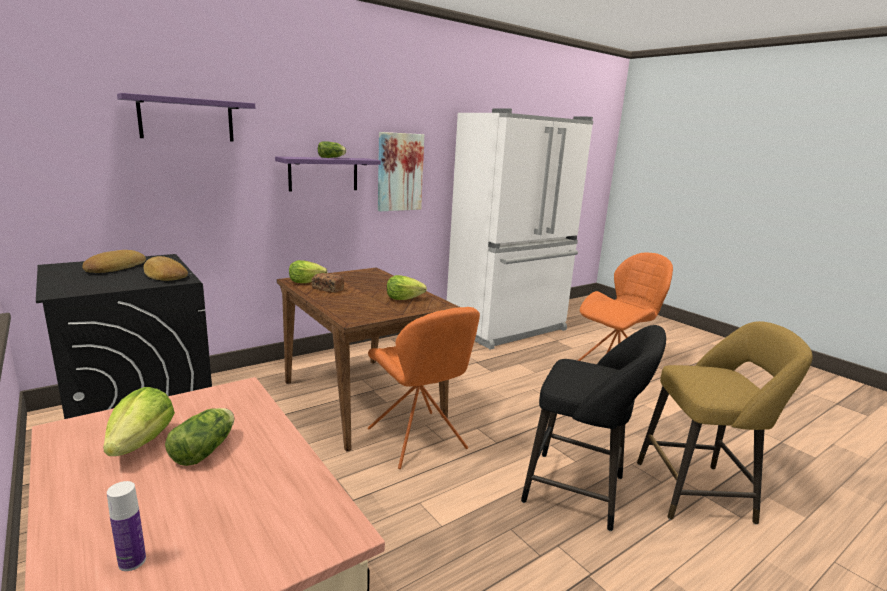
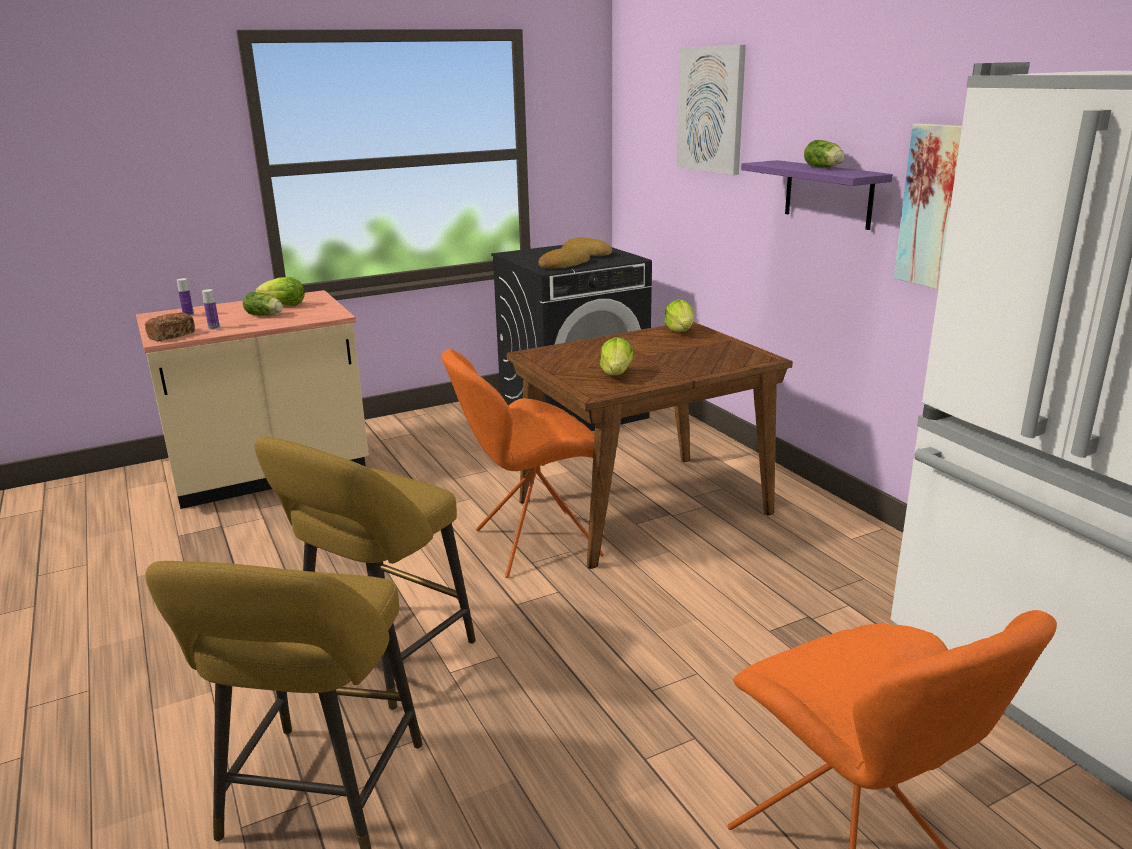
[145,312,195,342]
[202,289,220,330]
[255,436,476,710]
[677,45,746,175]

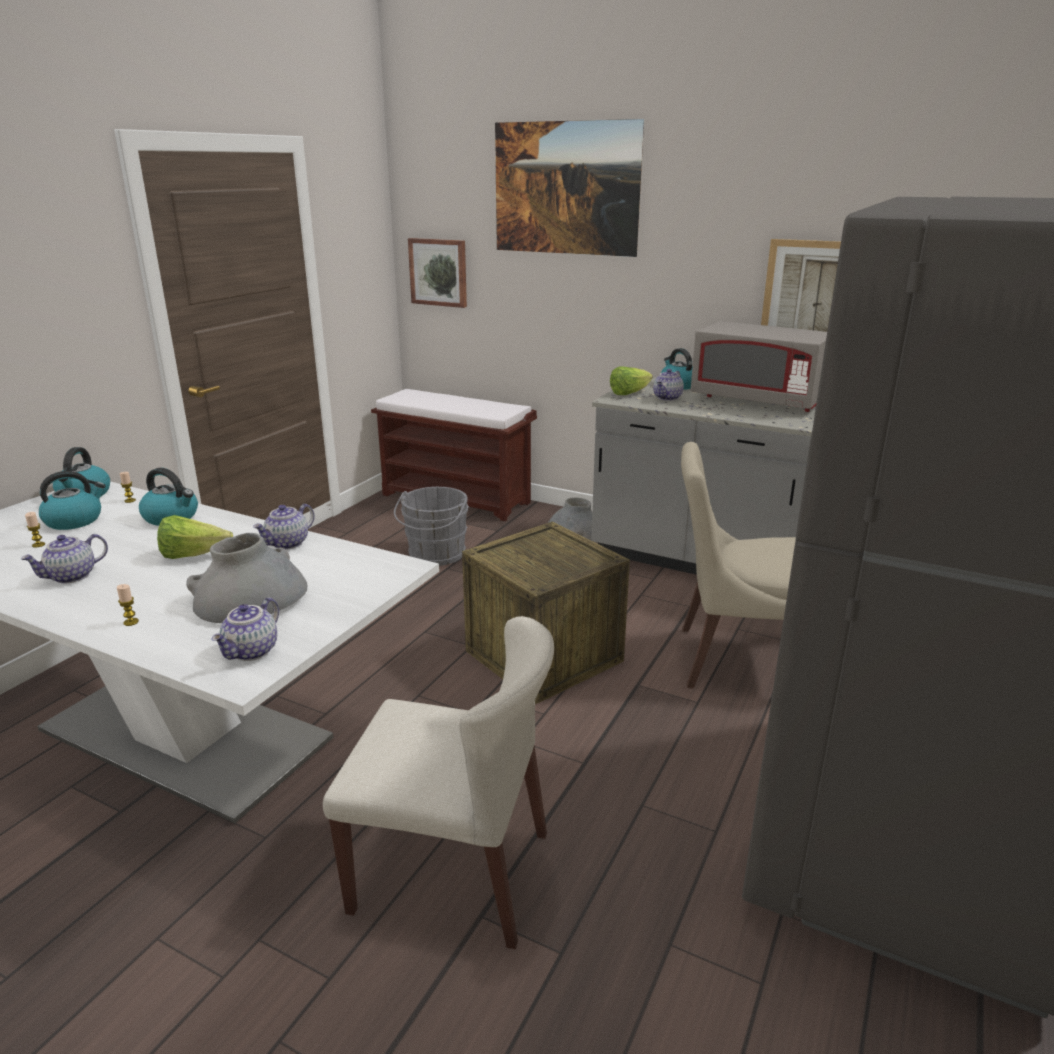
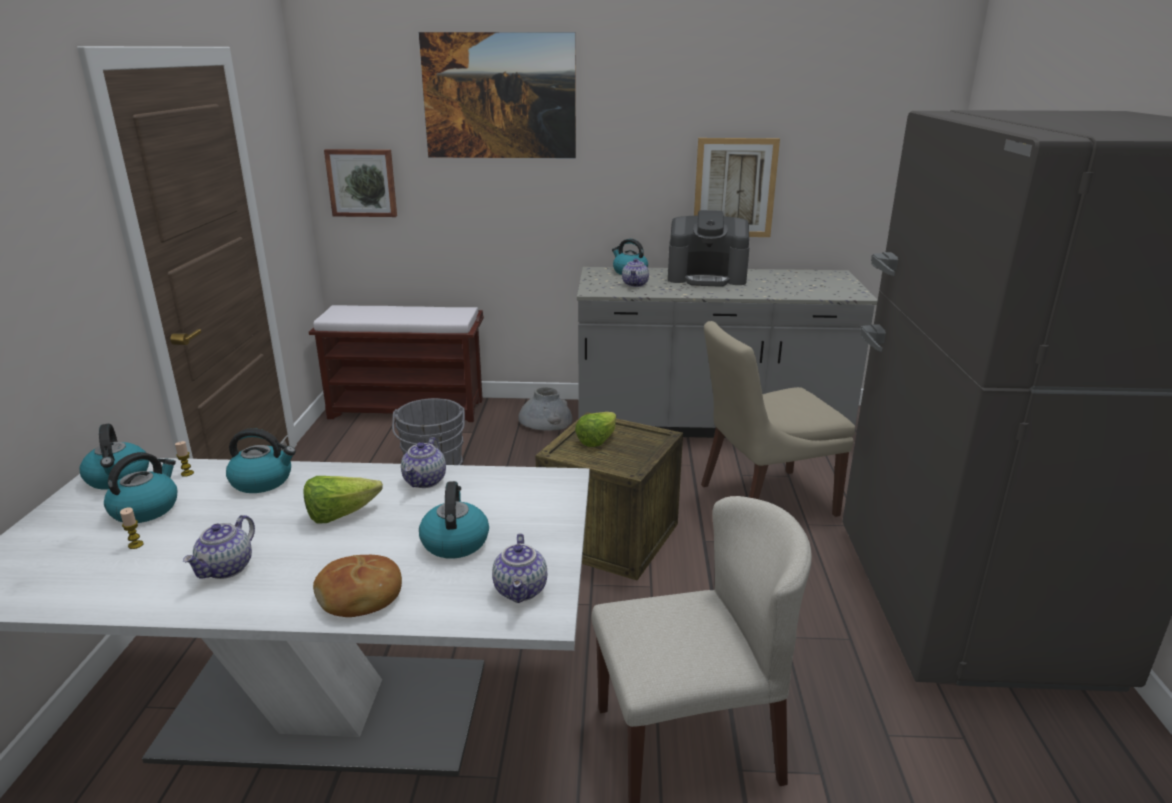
[313,555,402,617]
[419,481,489,559]
[575,412,616,447]
[668,210,749,287]

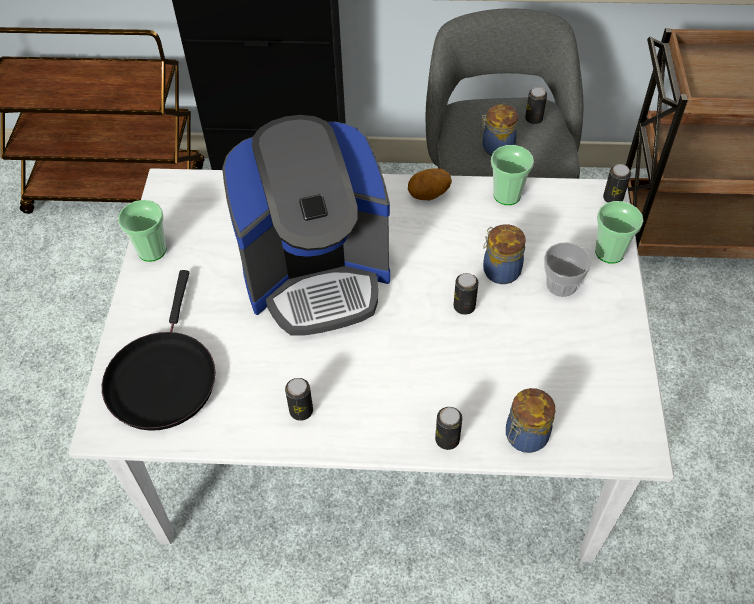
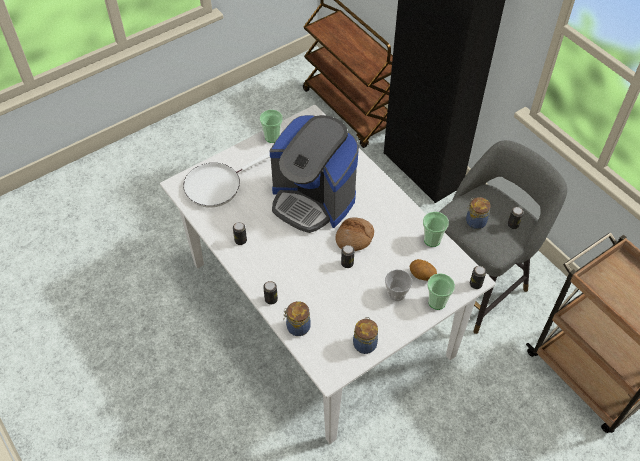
[183,153,270,208]
[335,218,374,251]
[353,317,378,354]
[410,259,437,281]

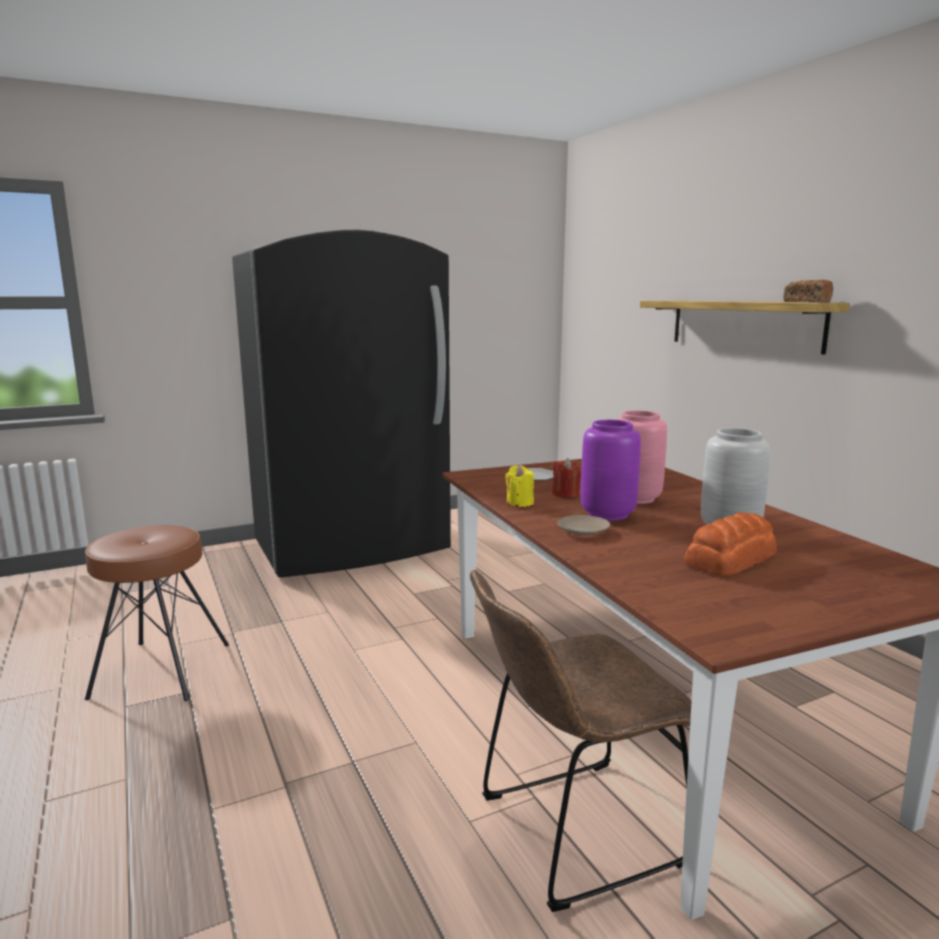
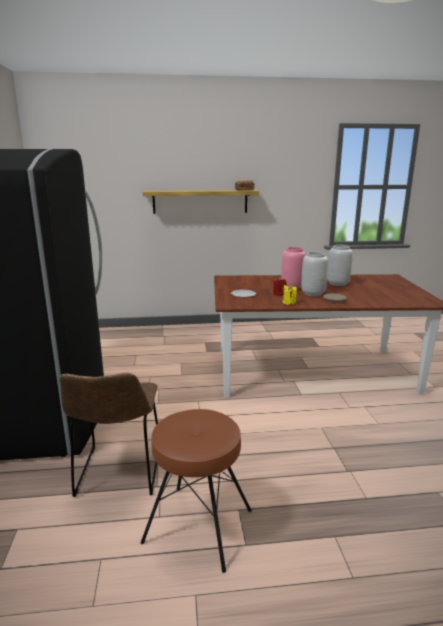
[60,373,158,497]
[301,252,328,296]
[684,512,777,576] (first image)

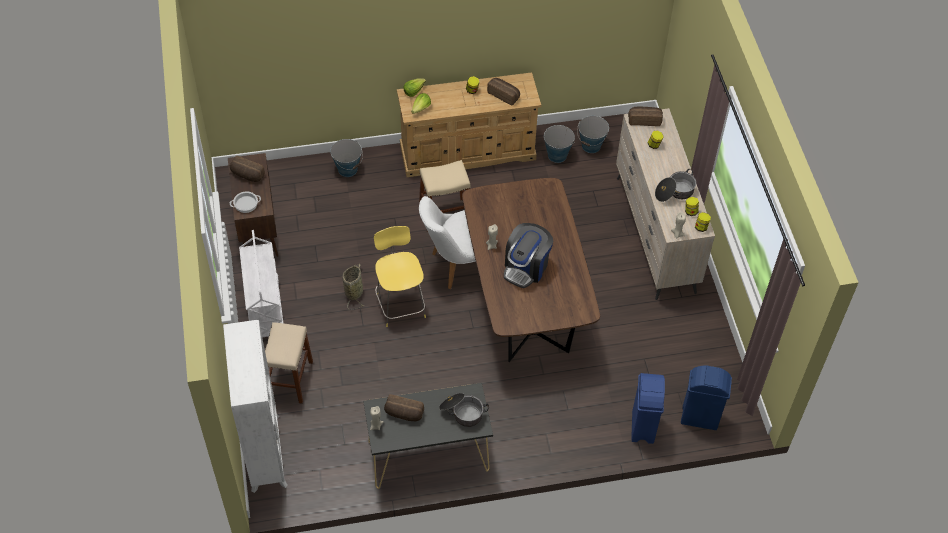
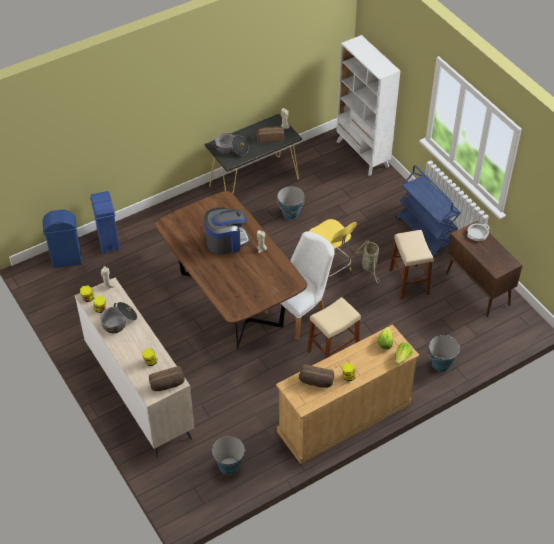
[204,207,250,255]
[277,186,305,220]
[389,230,434,300]
[396,165,461,257]
[230,156,265,182] (first image)

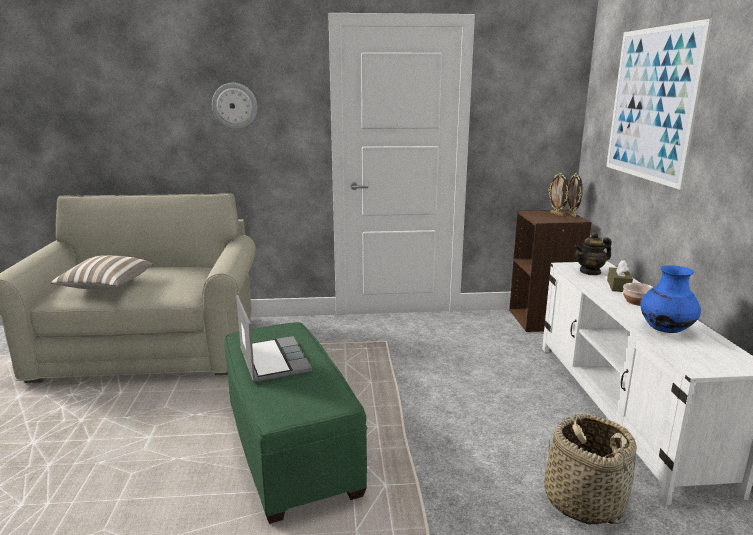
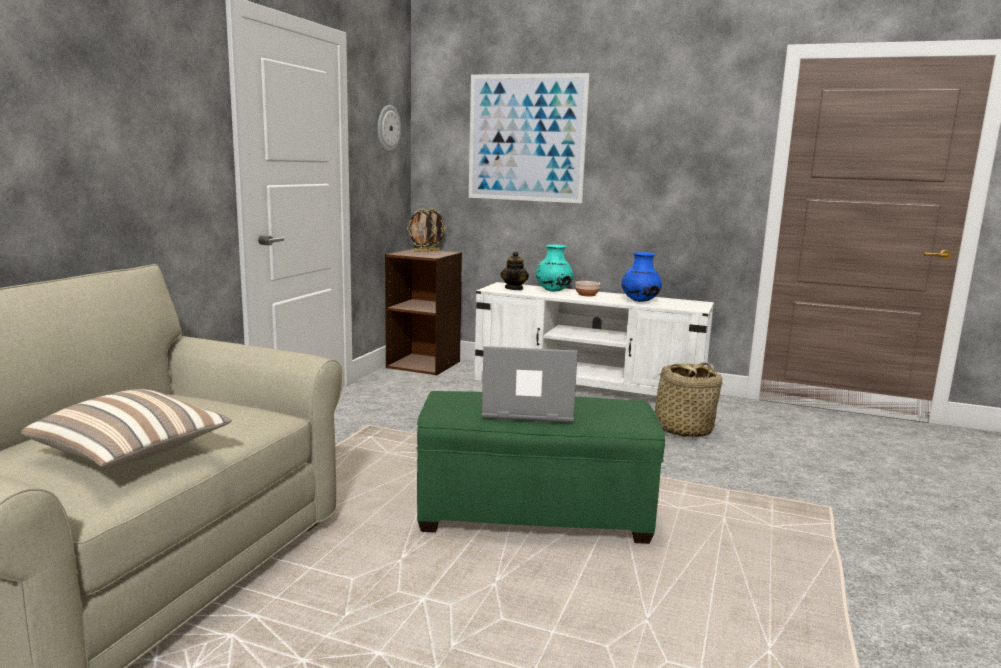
[378,105,401,152]
[536,245,573,292]

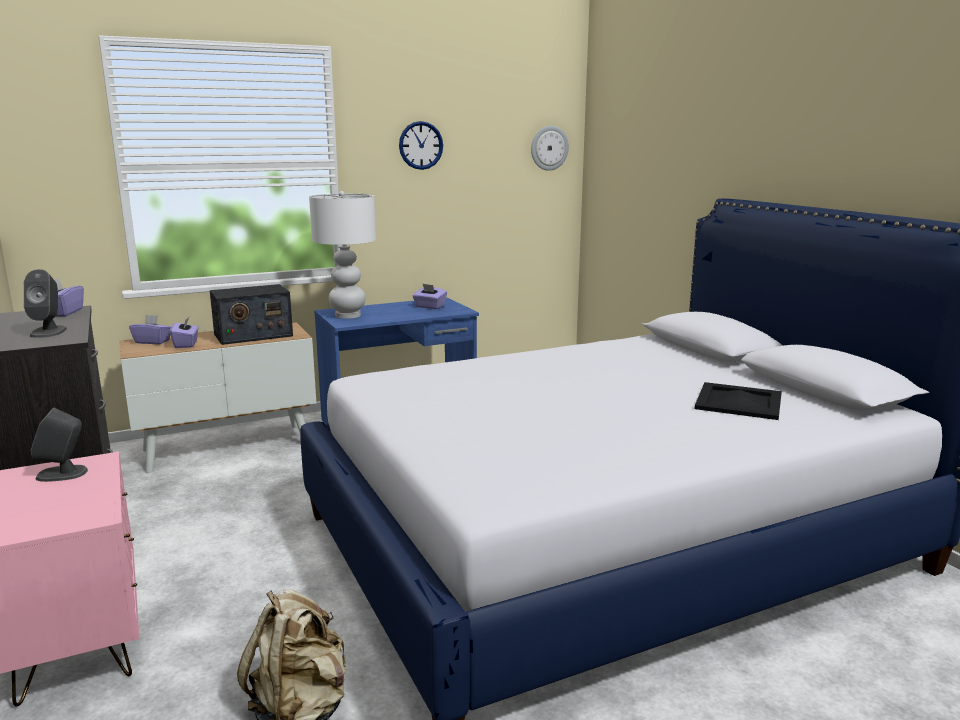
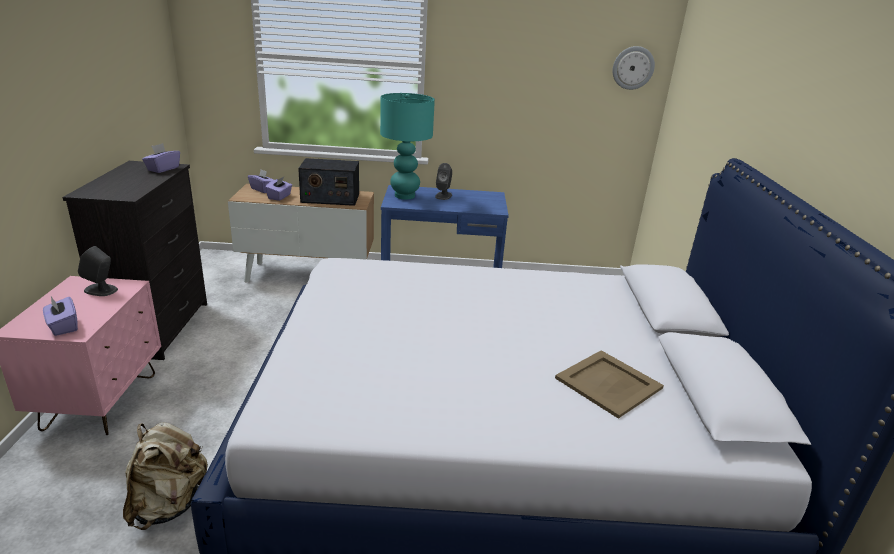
[43,297,78,336]
[380,93,435,199]
[435,163,452,200]
[555,350,664,419]
[399,121,443,170] (first image)

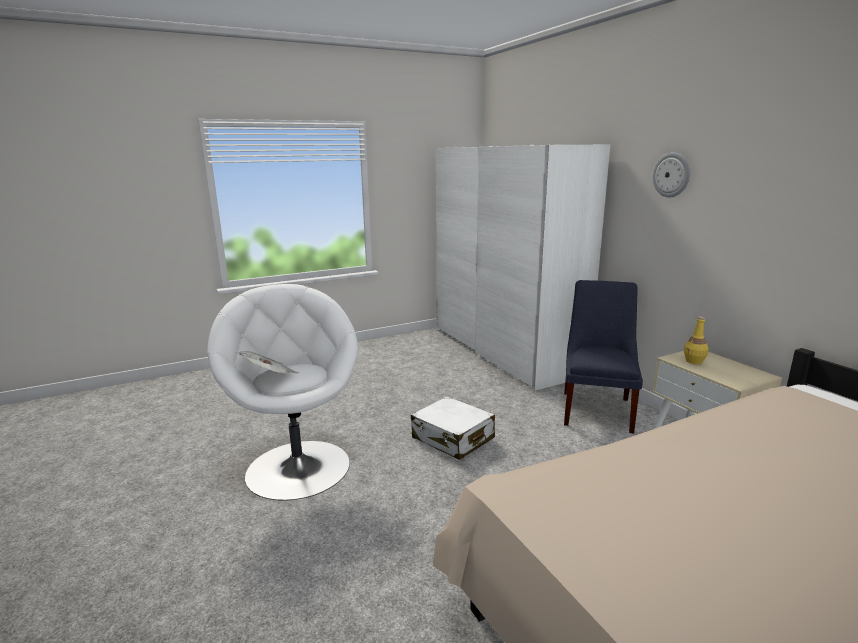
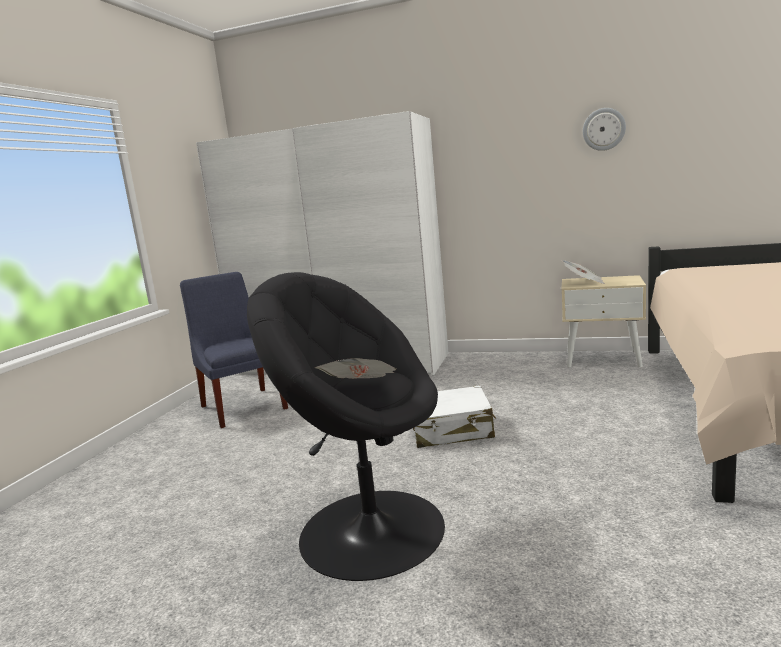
[180,272,288,428]
[247,272,445,581]
[561,260,605,284]
[583,108,626,151]

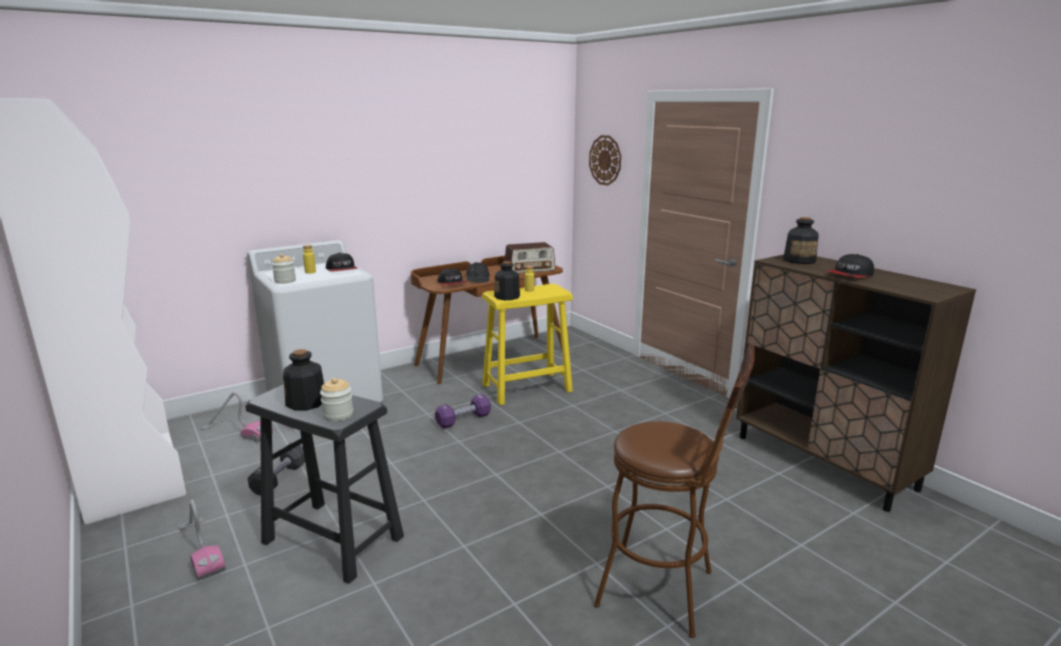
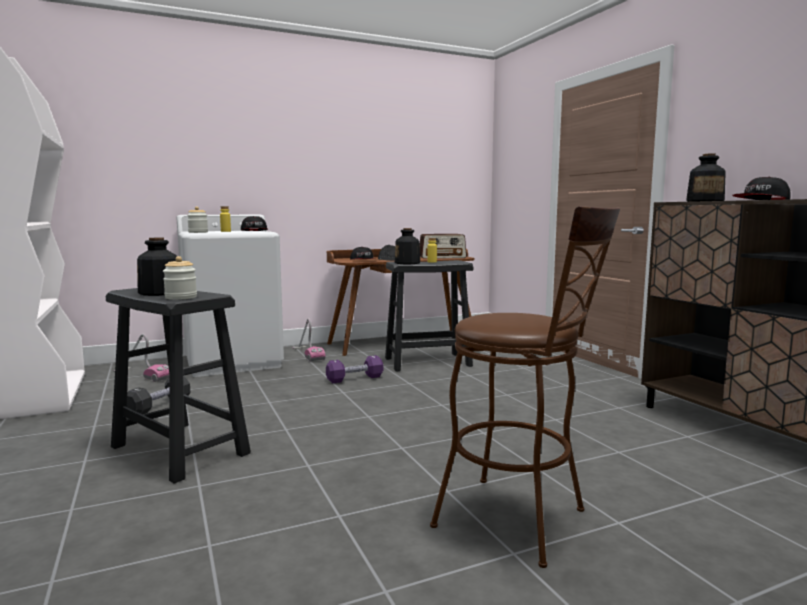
[292,318,325,362]
[385,260,473,372]
[589,135,621,185] (first image)

